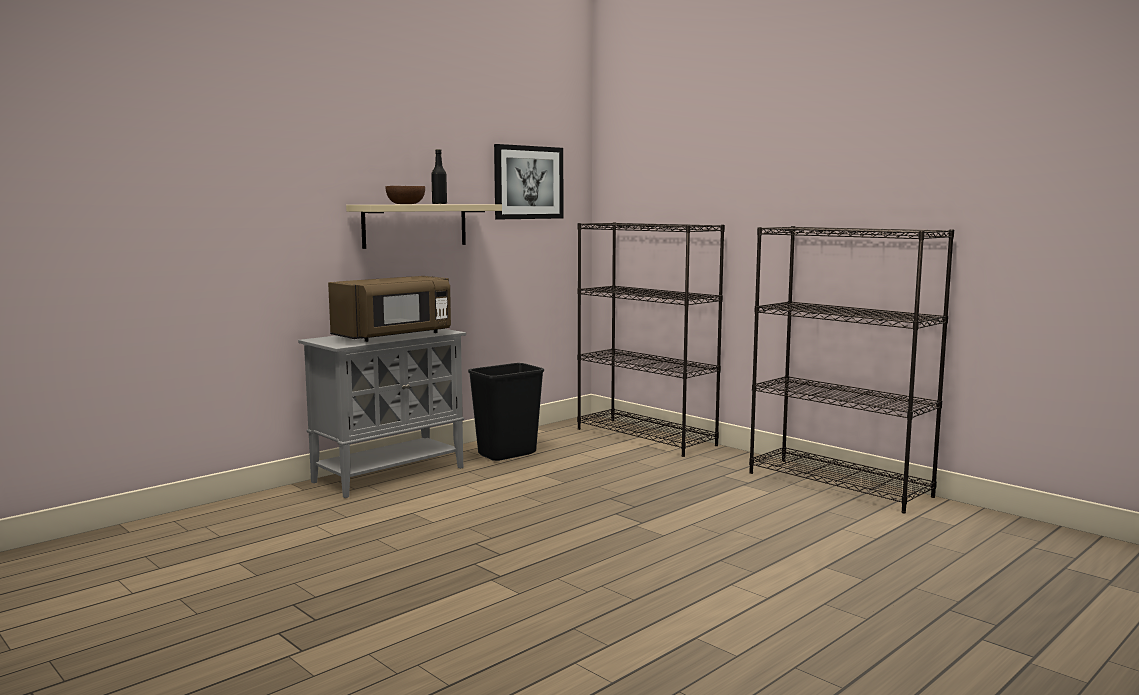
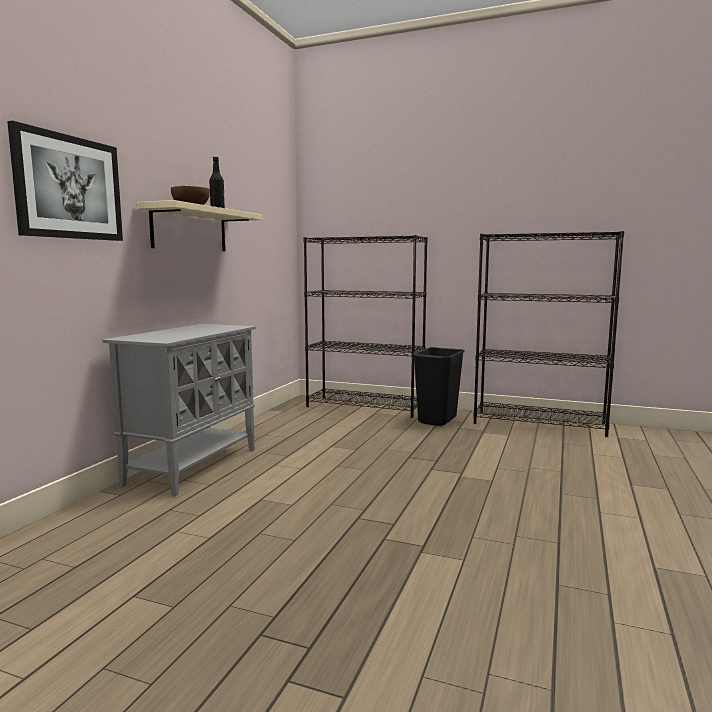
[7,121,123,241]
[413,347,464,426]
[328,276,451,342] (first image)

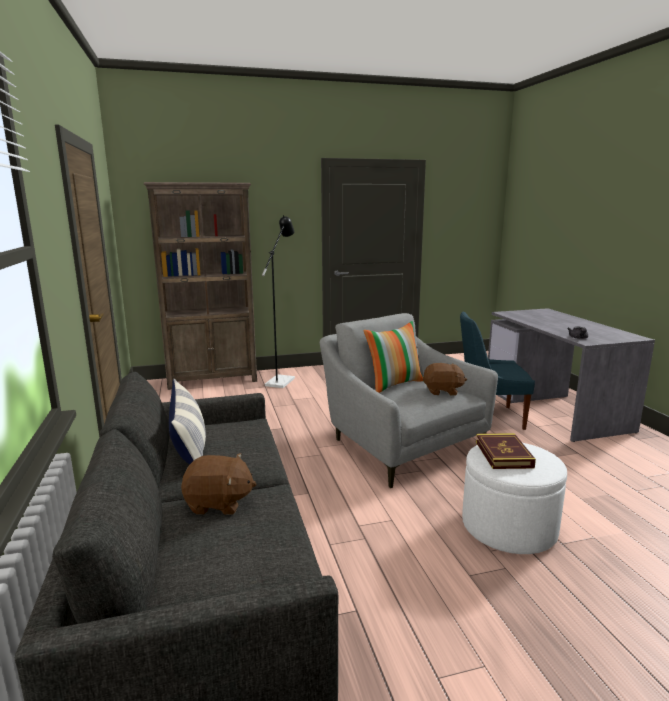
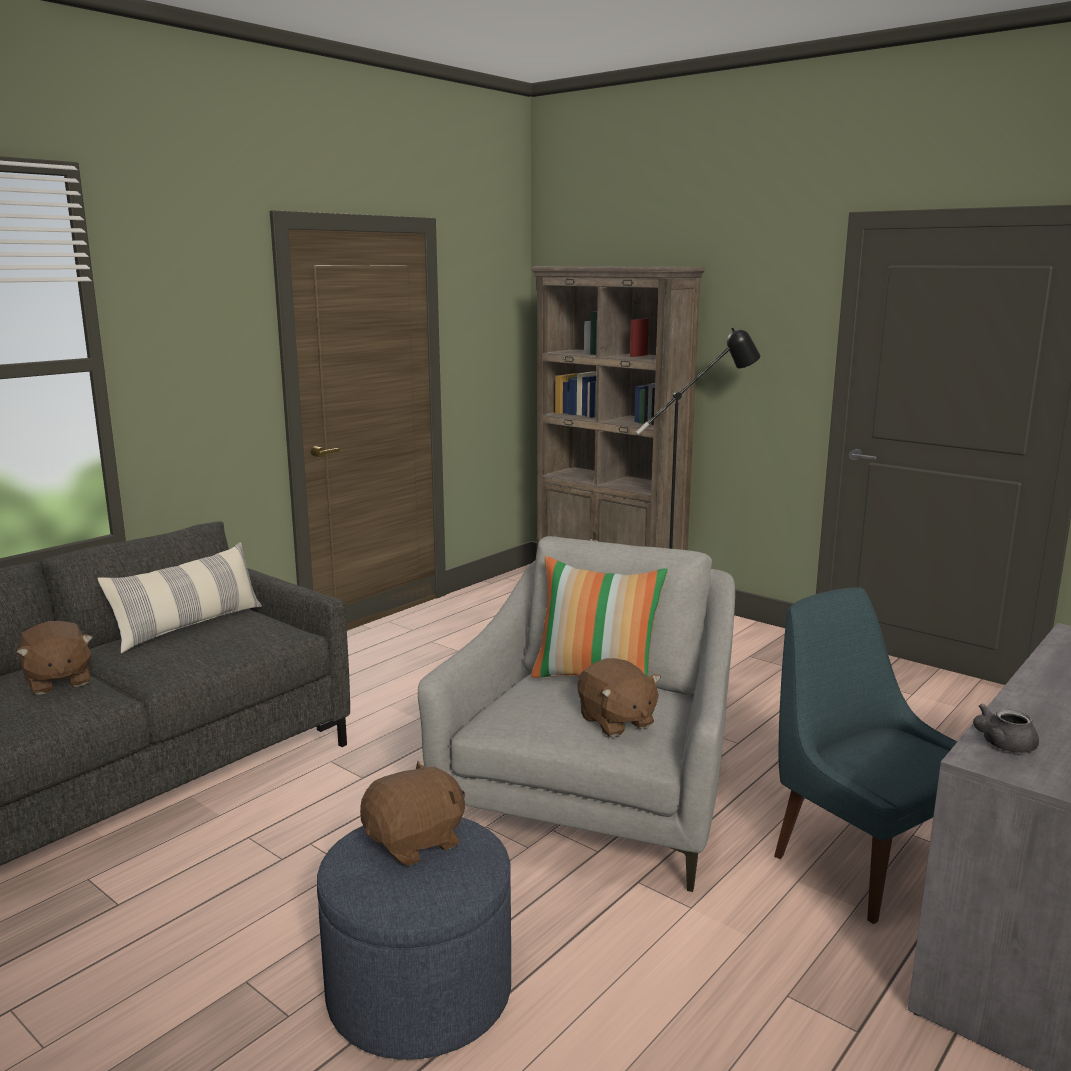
[317,817,511,1060]
[360,761,465,866]

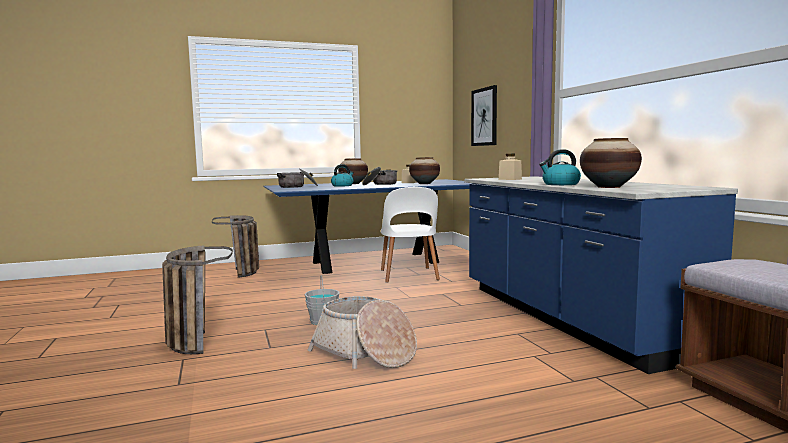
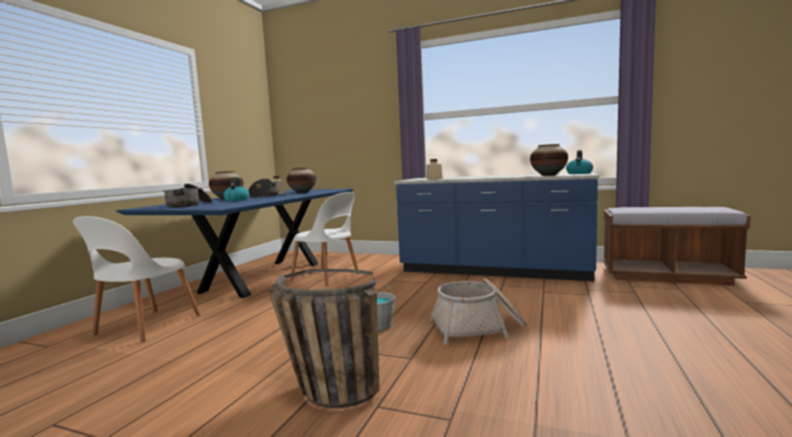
[73,216,201,342]
[566,150,593,174]
[471,85,497,146] (first image)

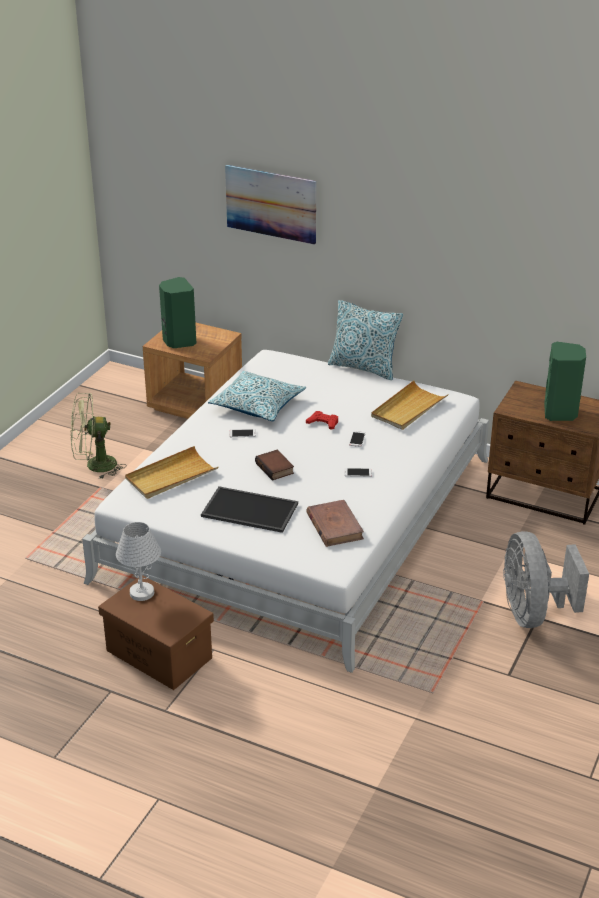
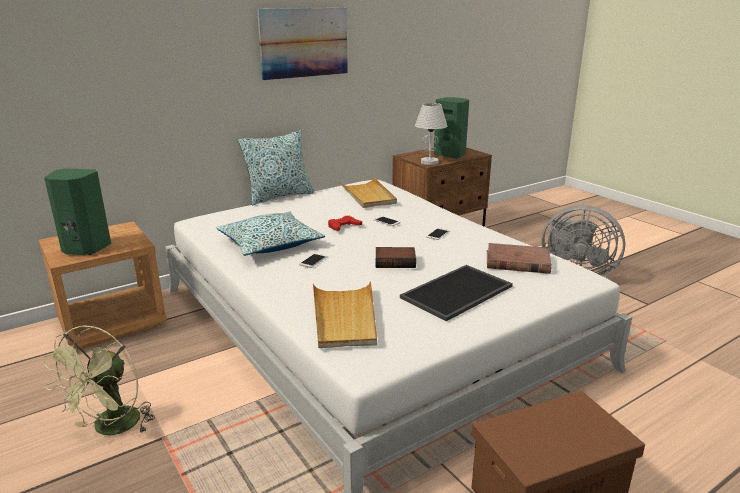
[257,8,348,80]
[415,103,447,165]

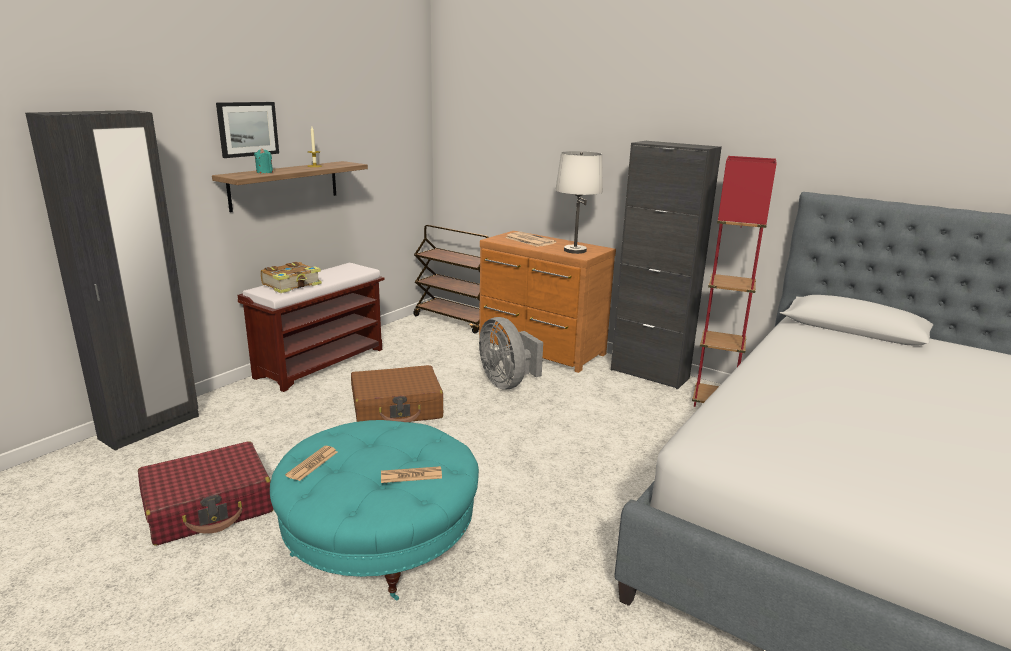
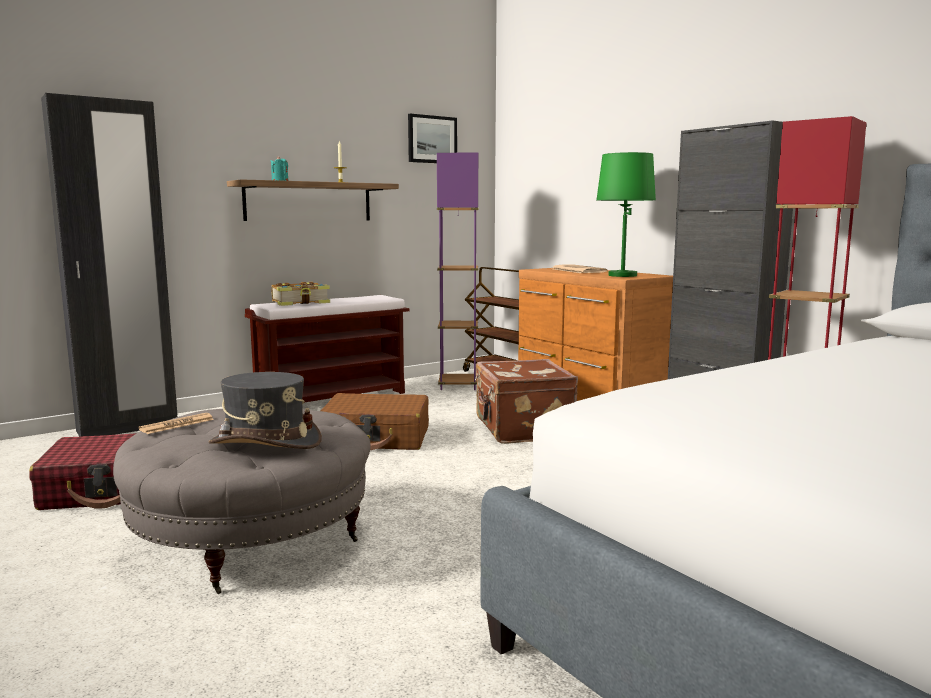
[113,409,371,594]
[208,372,322,449]
[408,113,457,163]
[437,153,479,390]
[475,359,578,444]
[597,152,656,277]

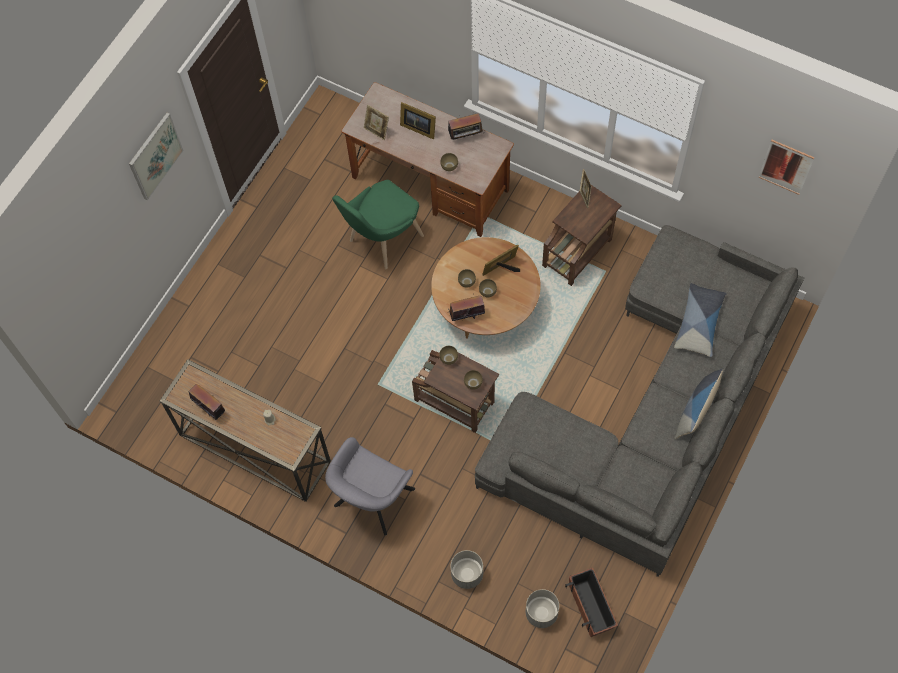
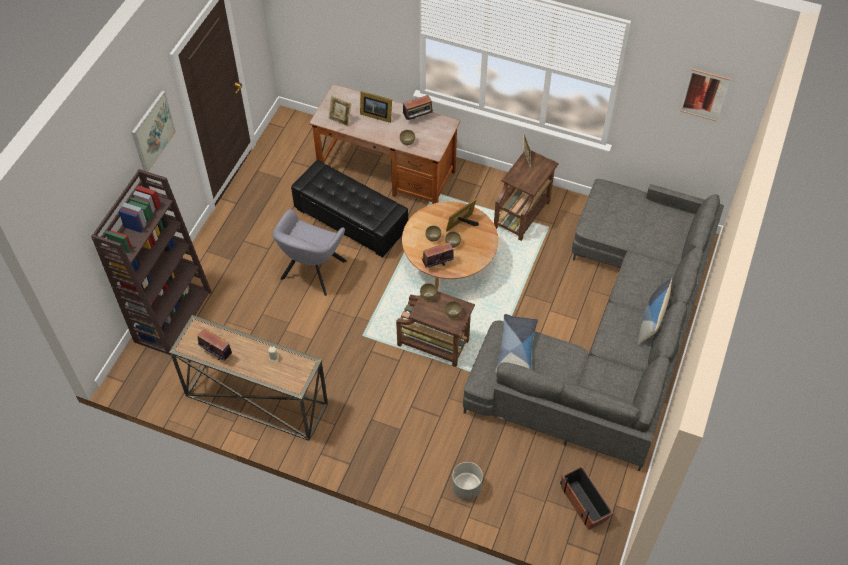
[91,169,211,355]
[273,209,347,296]
[291,160,408,258]
[495,314,538,373]
[525,589,559,628] (first image)

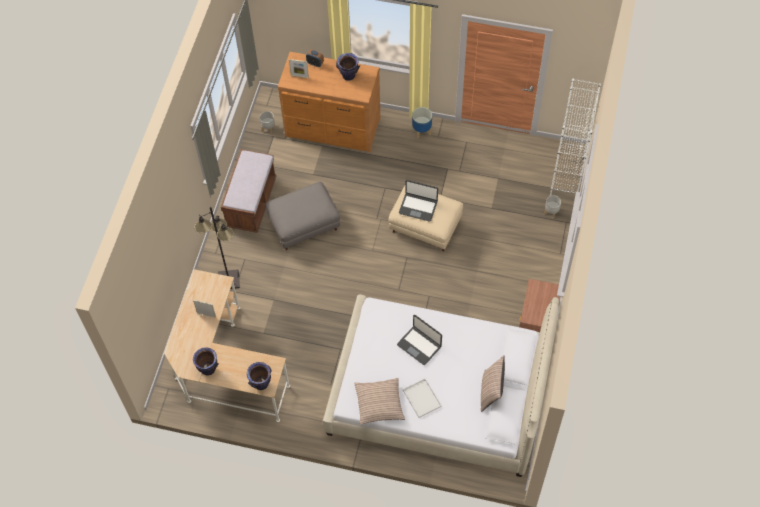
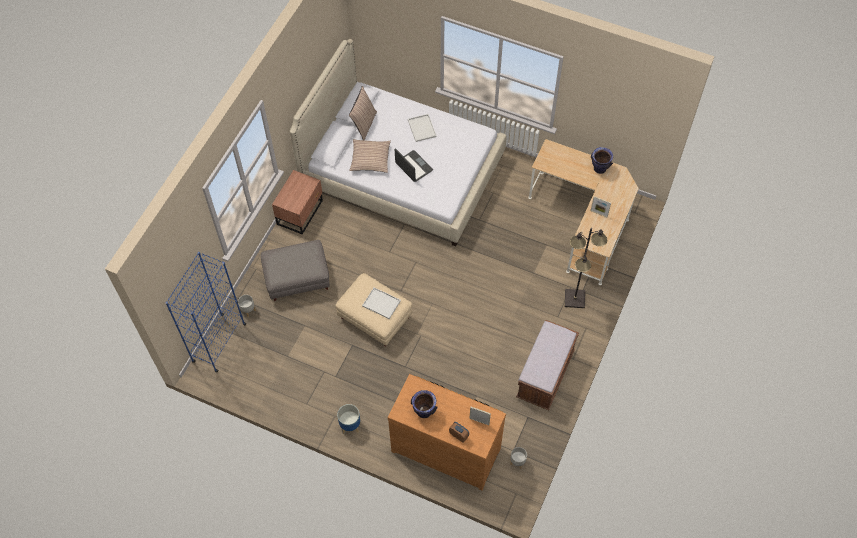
[166,252,246,373]
[261,240,330,301]
[349,139,391,173]
[362,287,401,319]
[247,362,271,390] (first image)

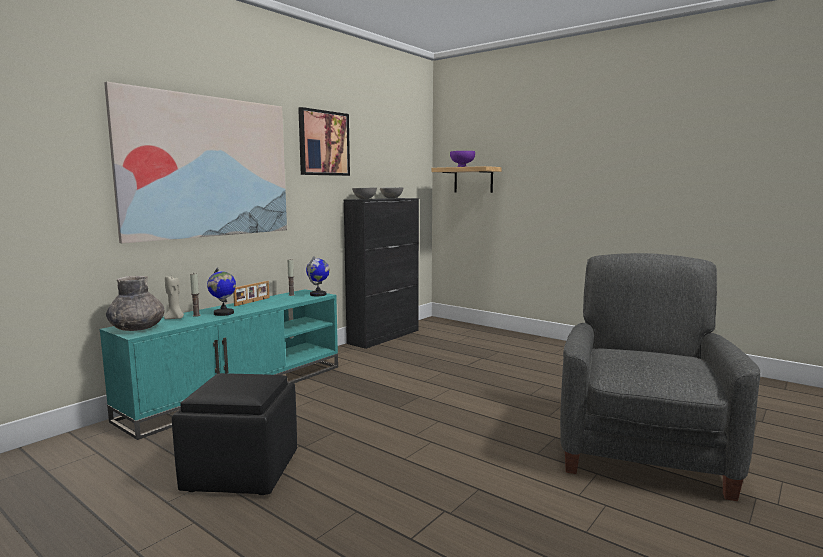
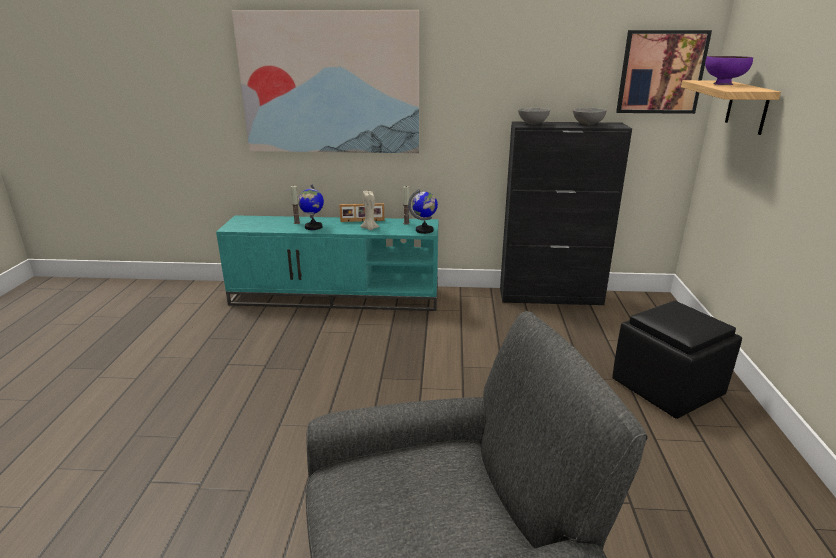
[360,191,379,230]
[612,301,742,419]
[616,30,712,114]
[106,276,164,331] (first image)

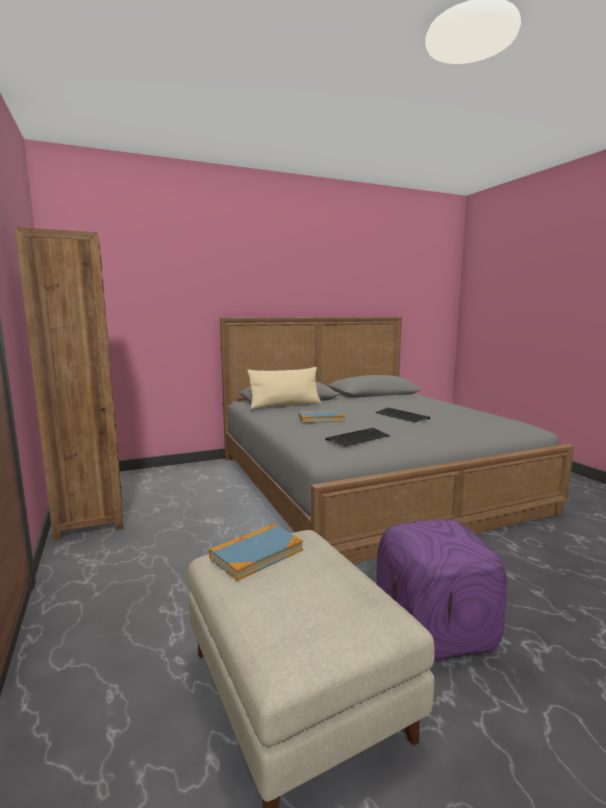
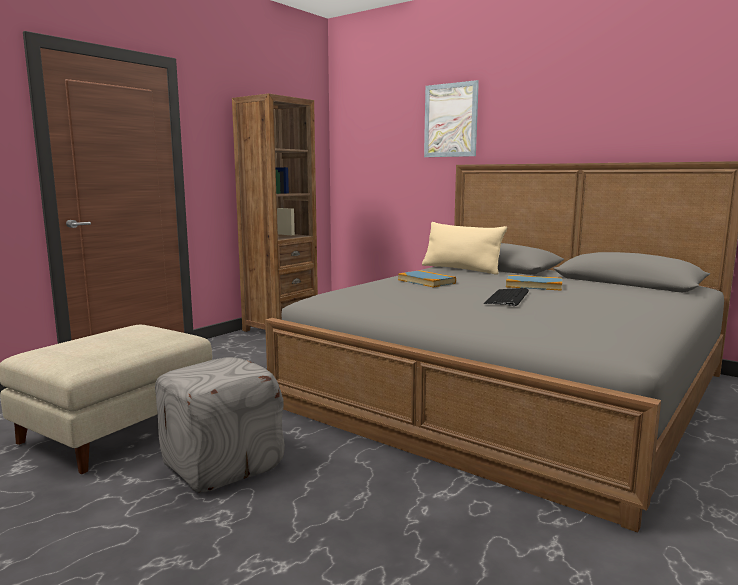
[155,357,285,493]
[424,80,479,157]
[506,275,562,291]
[325,428,390,447] (first image)

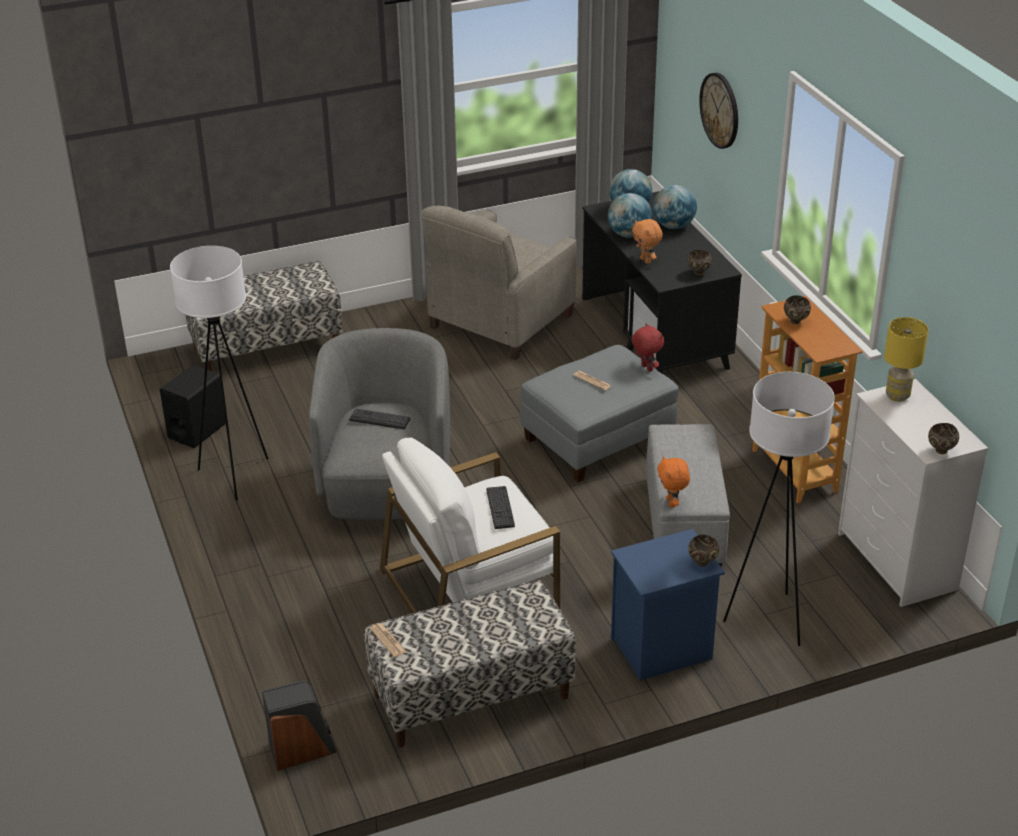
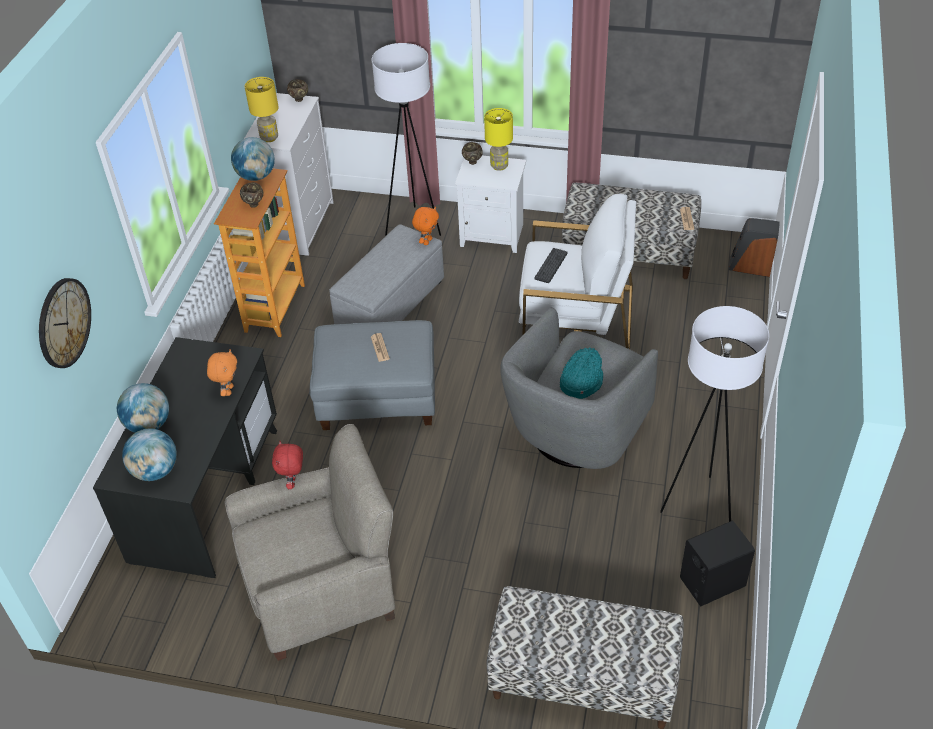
[231,137,275,181]
[272,441,303,489]
[455,155,526,253]
[484,108,513,171]
[560,347,603,399]
[687,250,712,276] (first image)

